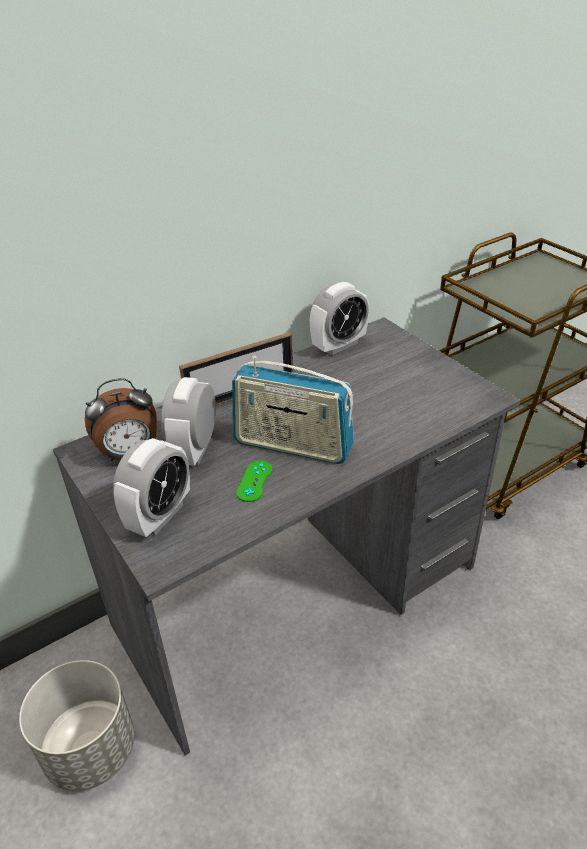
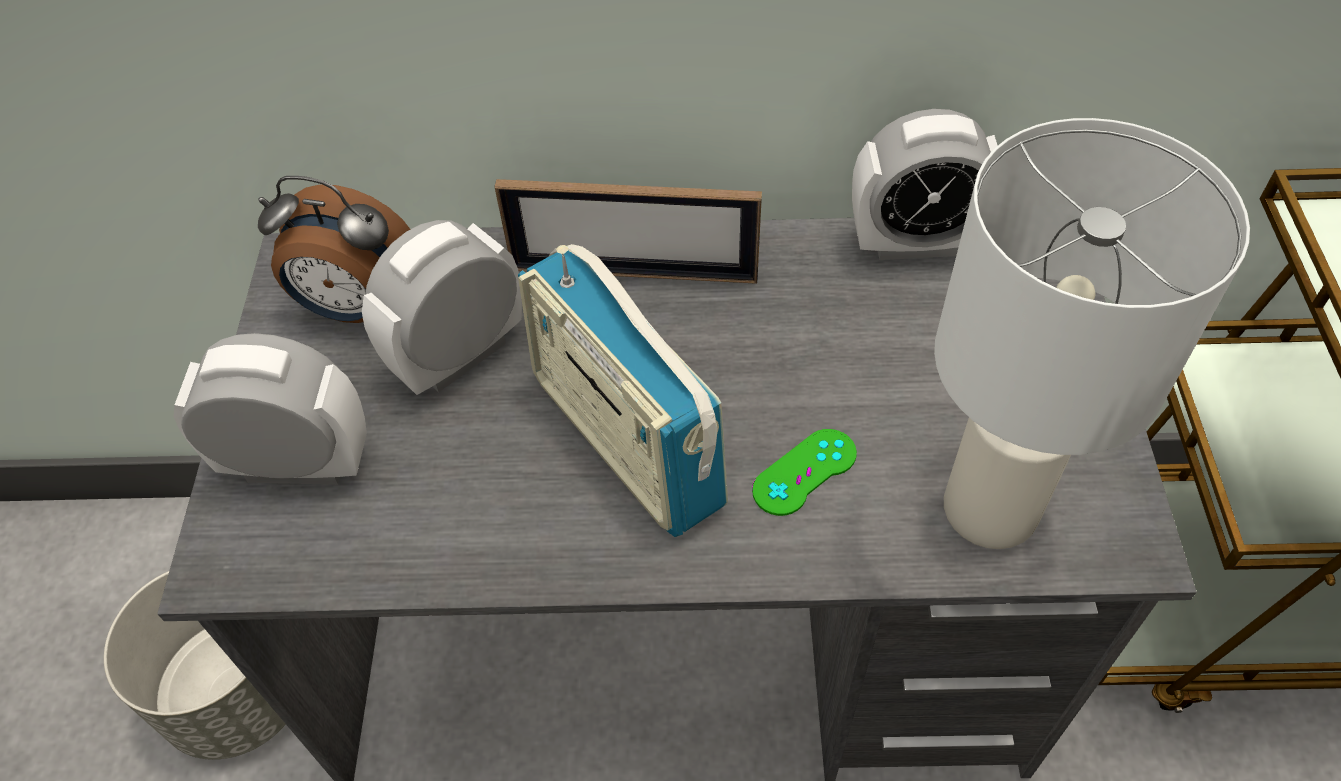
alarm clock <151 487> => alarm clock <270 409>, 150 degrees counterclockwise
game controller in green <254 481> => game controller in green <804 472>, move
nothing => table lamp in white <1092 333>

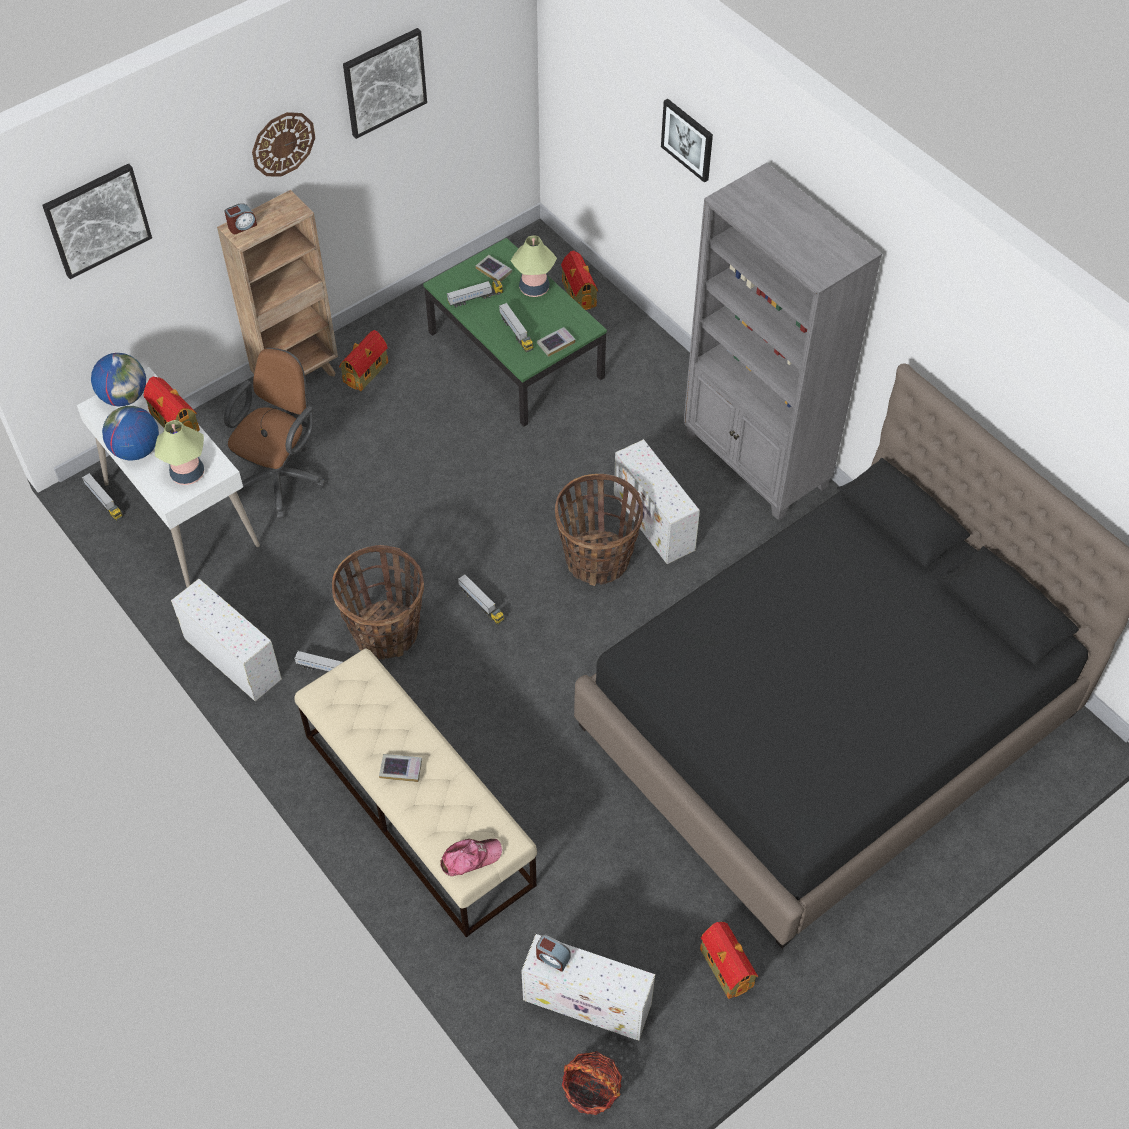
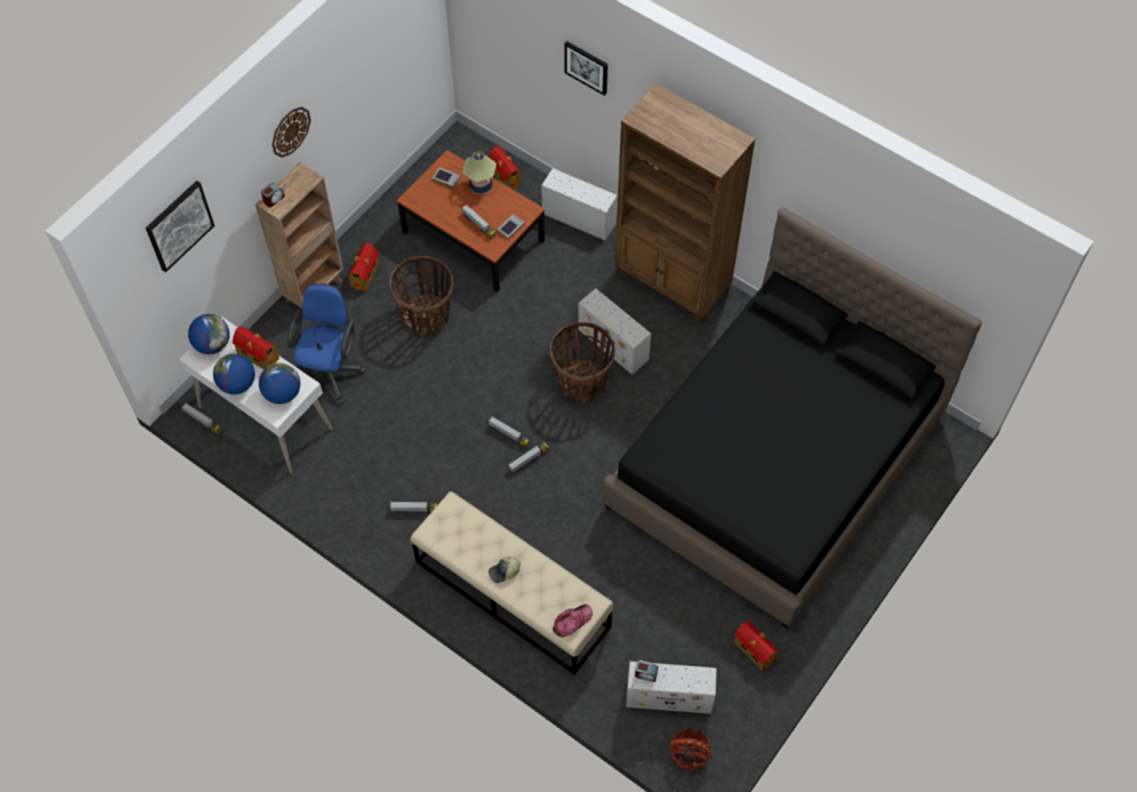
picture <385 83> => nothing
bookcase in grey <782 341> => bookcase in brown <685 203>
coffee table in green <515 332> => coffee table in brown <471 221>
toy truck <475 294> => toy truck <528 457>, move
office chair in brown <274 433> => office chair in blue <326 344>
table lamp <179 452> => globe <280 383>
basket <378 602> => basket <421 295>, move
storage box in white <226 640> => storage box in white <579 204>, move
book <400 768> => cap <504 569>

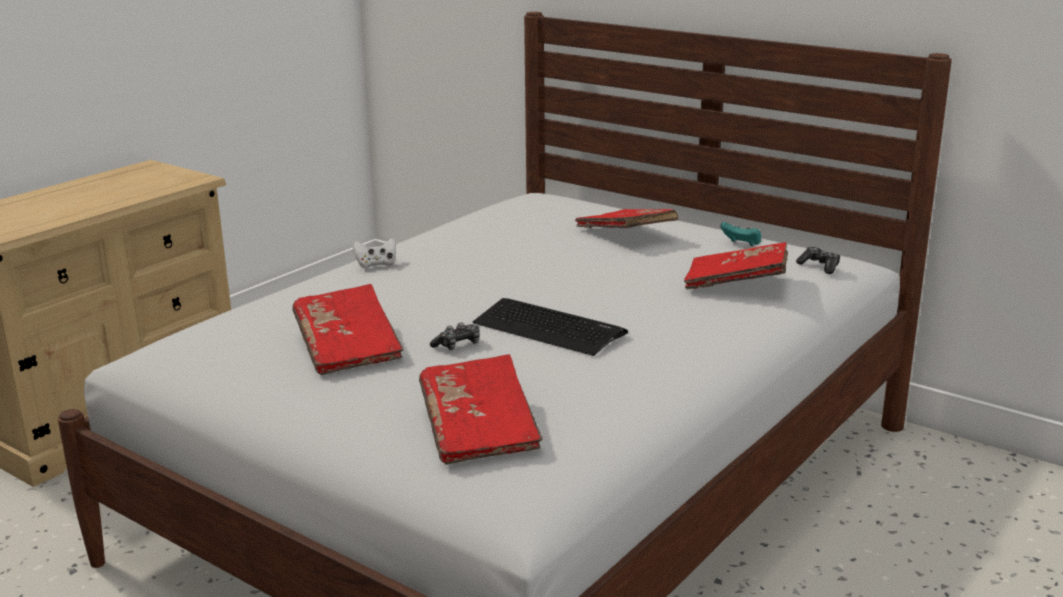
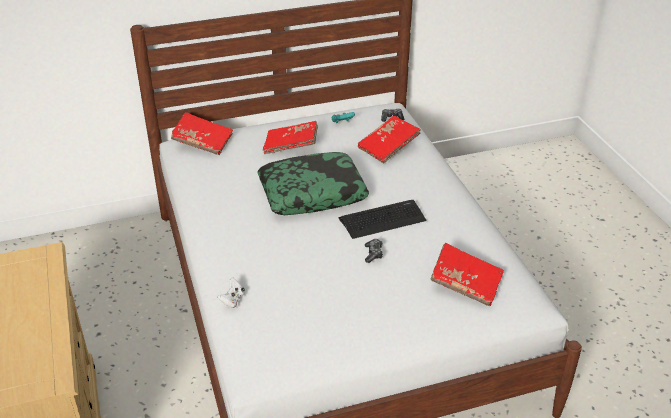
game controller in white <374 253> => game controller in white <231 292>, move
book in red <348 329> => book in red <202 133>, move
nothing => pillow <313 183>

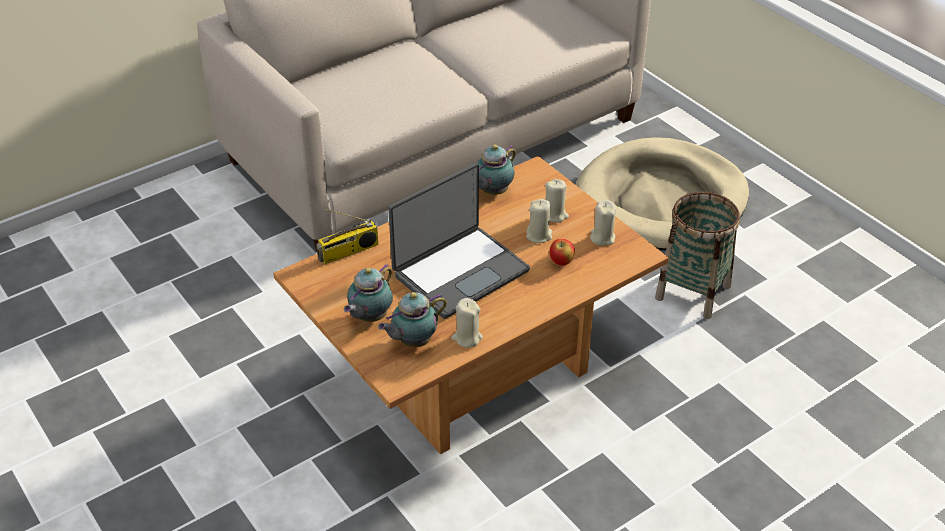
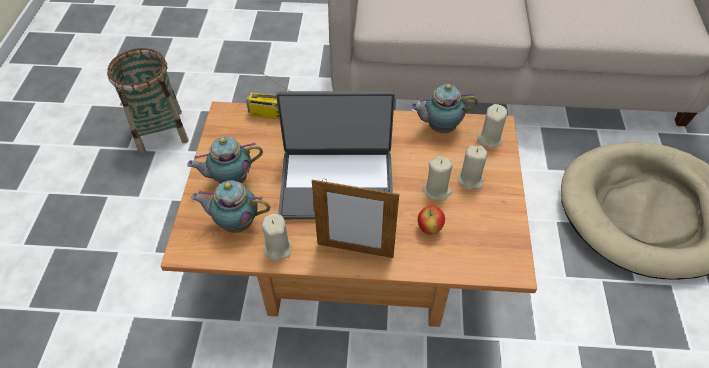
basket <697 255> => basket <148 101>, move
candle in beige <603 223> => candle in beige <492 126>, move
nothing => picture frame <355 218>

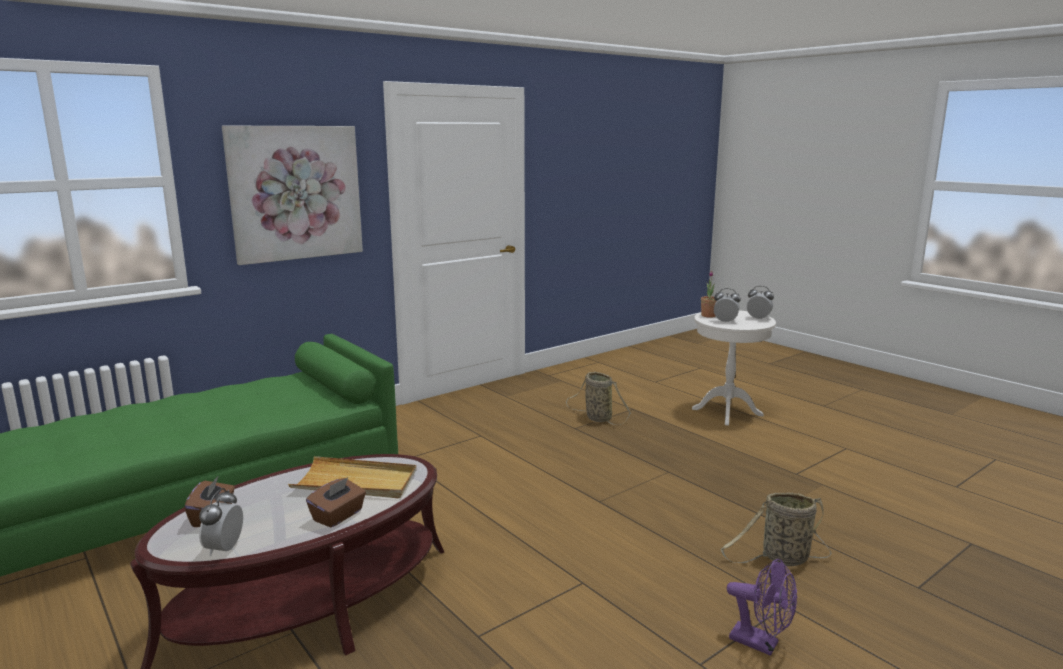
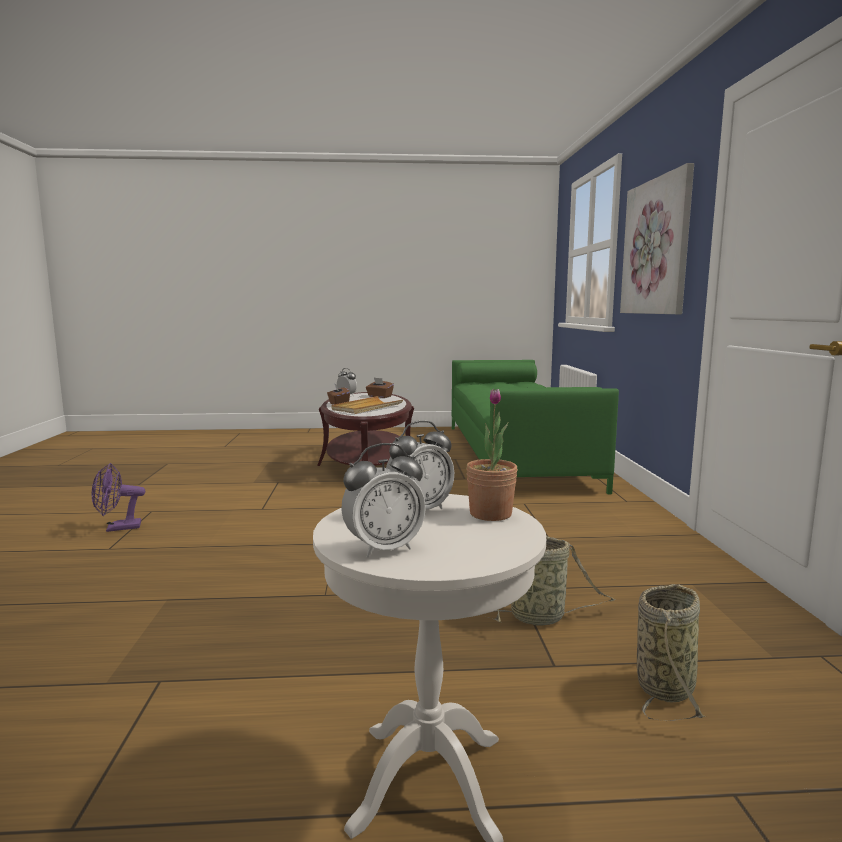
basket <776 529> => basket <671 652>, move

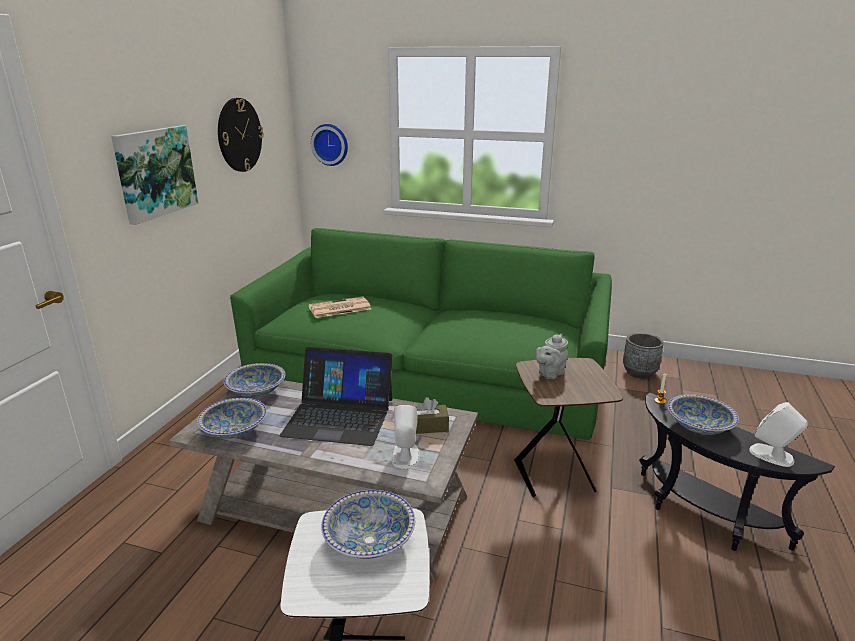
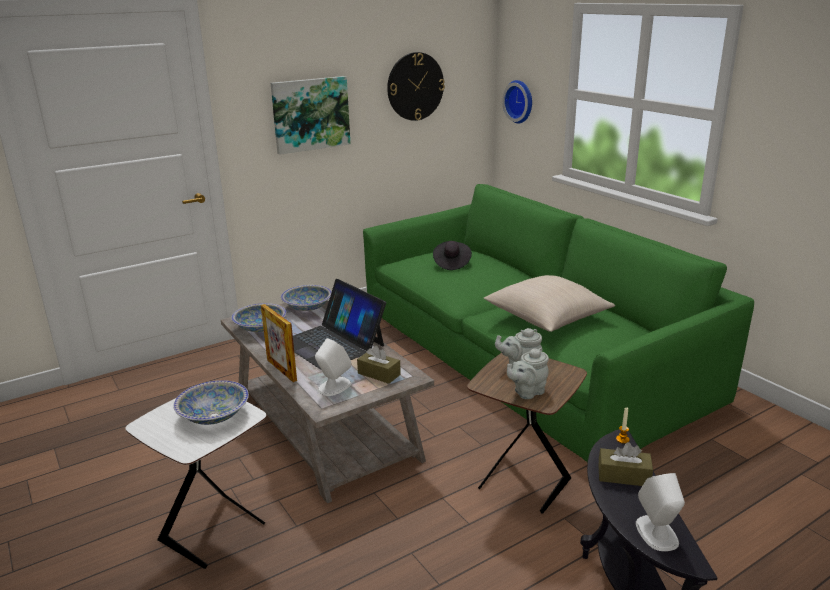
newspaper <339 307> => hat in black <452 255>
planter in grey <643 356> => nothing
bowl <703 414> => tissue box in brown <625 464>
nothing => pillow in beige <549 303>
nothing => picture frame <279 343>
nothing => teapot in grey <528 373>

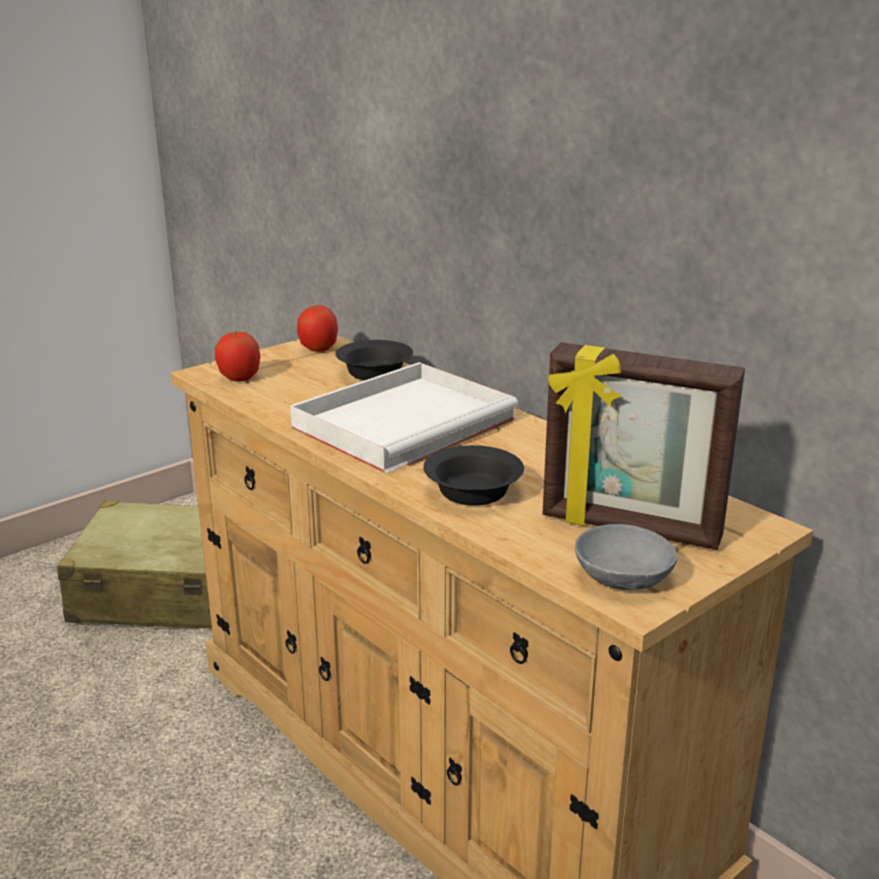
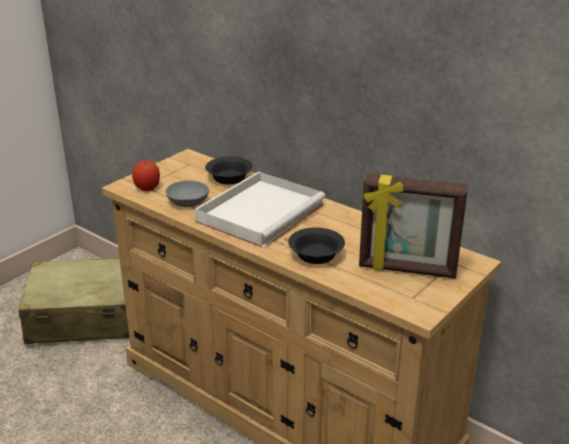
apple <317 328> => nothing
bowl in grey <626 557> => bowl in grey <187 193>, move

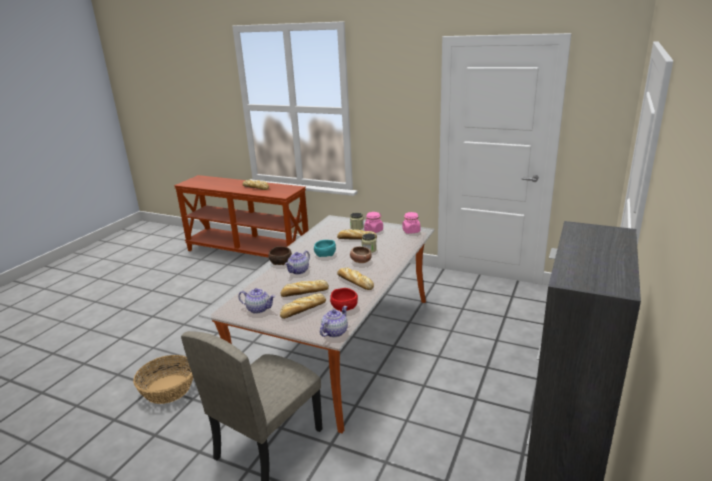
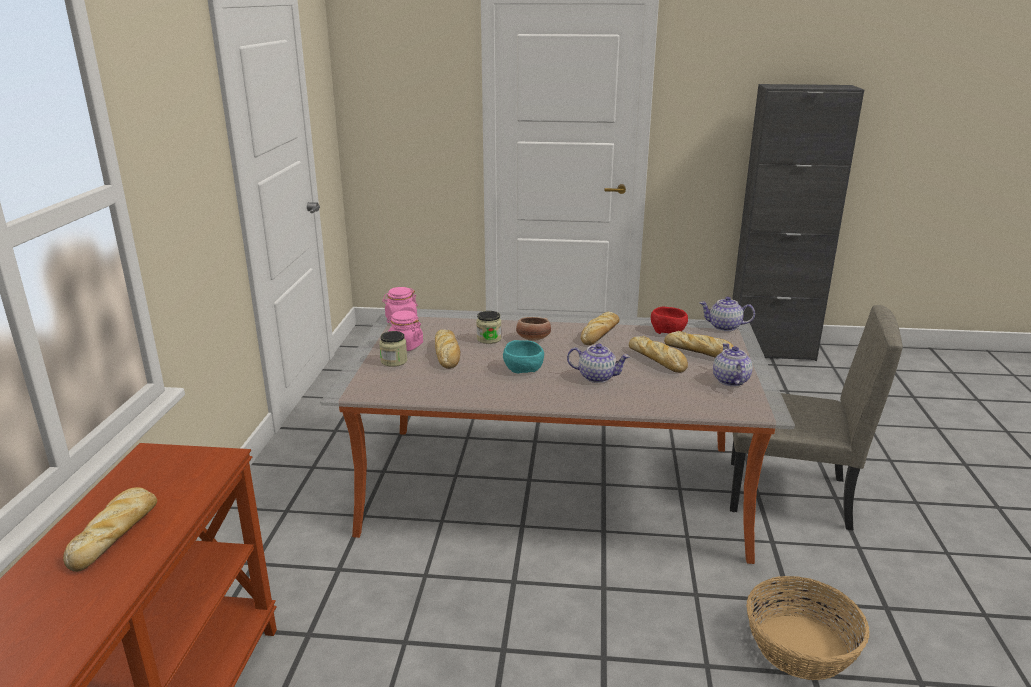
bowl in brown <280 255> => nothing

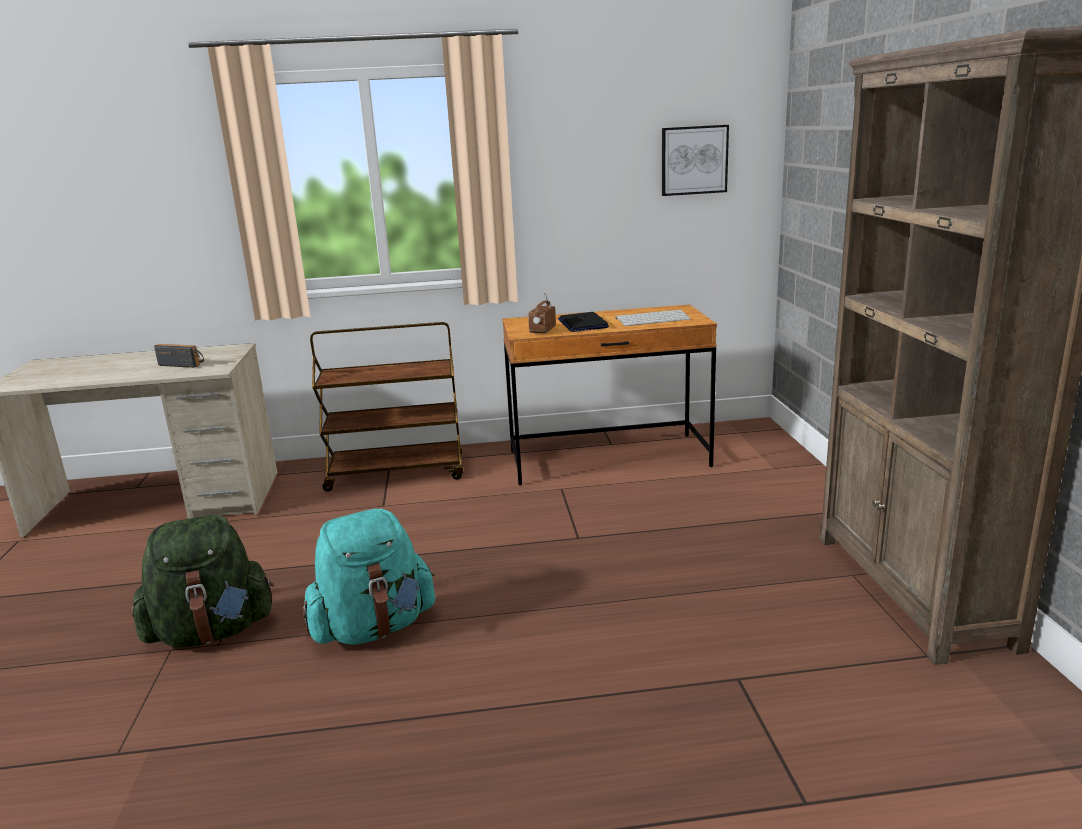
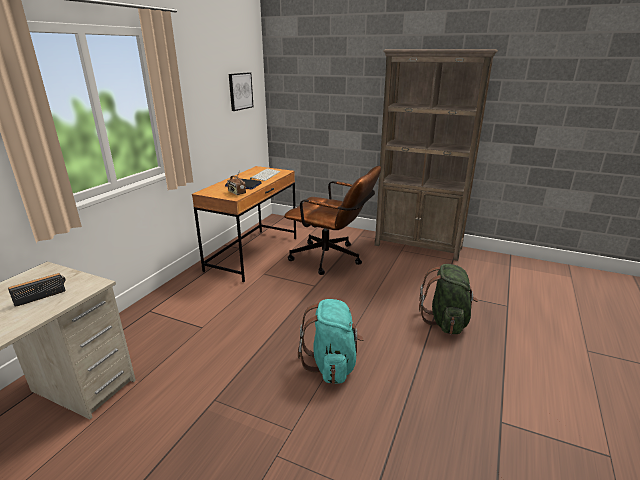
cart in brown <386 407> => nothing
backpack in green <203 581> => backpack in green <448 299>, move
nothing => office chair in brown <332 220>

